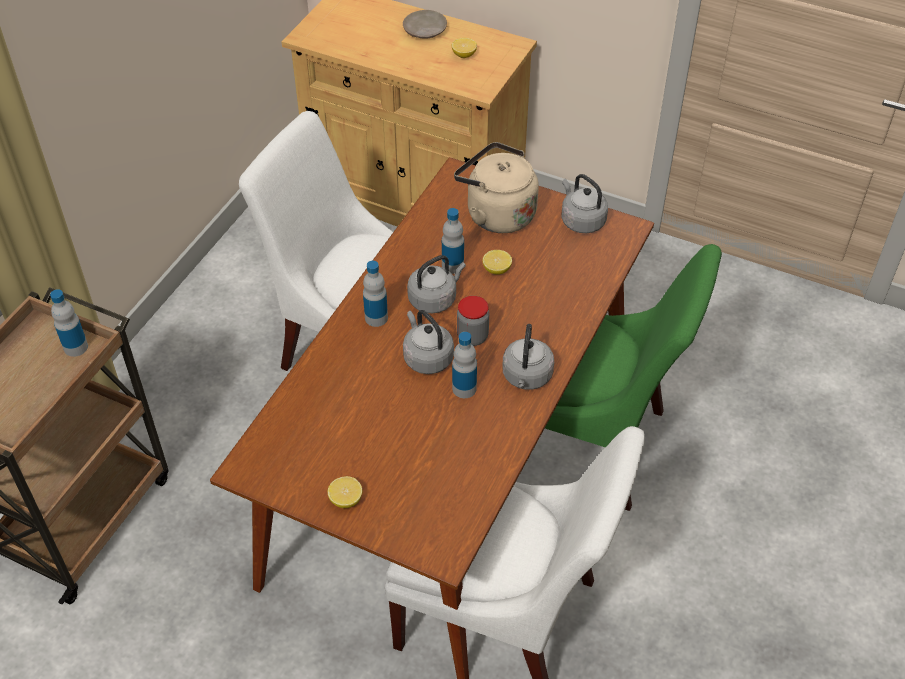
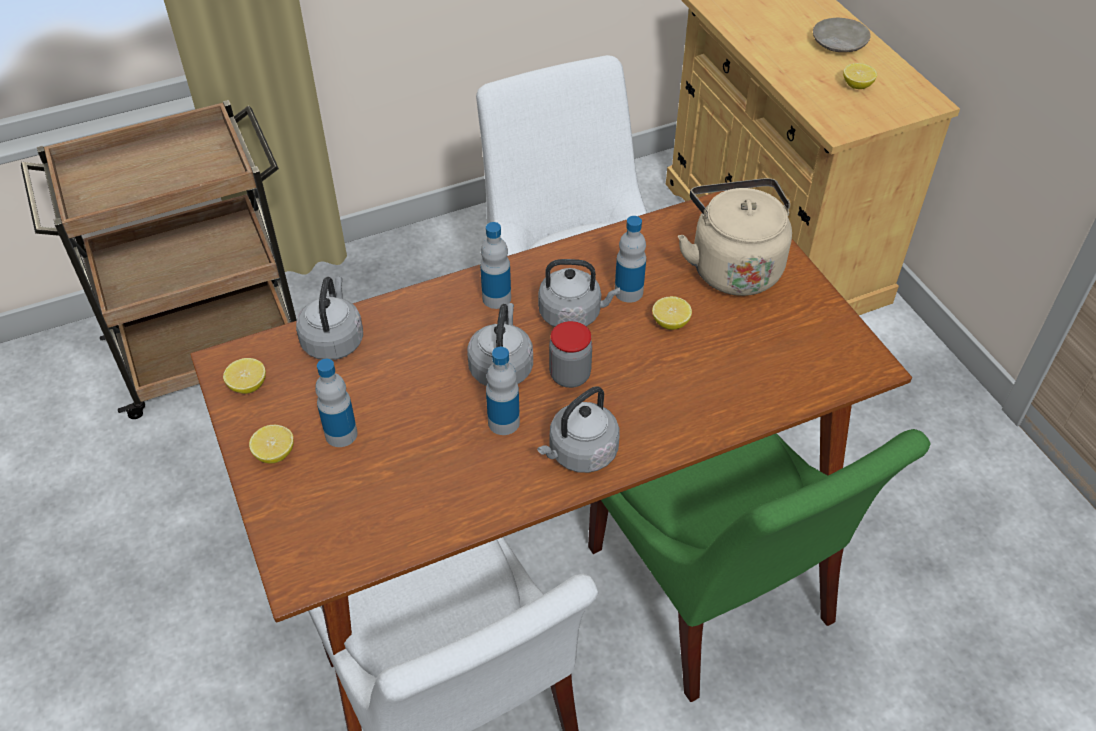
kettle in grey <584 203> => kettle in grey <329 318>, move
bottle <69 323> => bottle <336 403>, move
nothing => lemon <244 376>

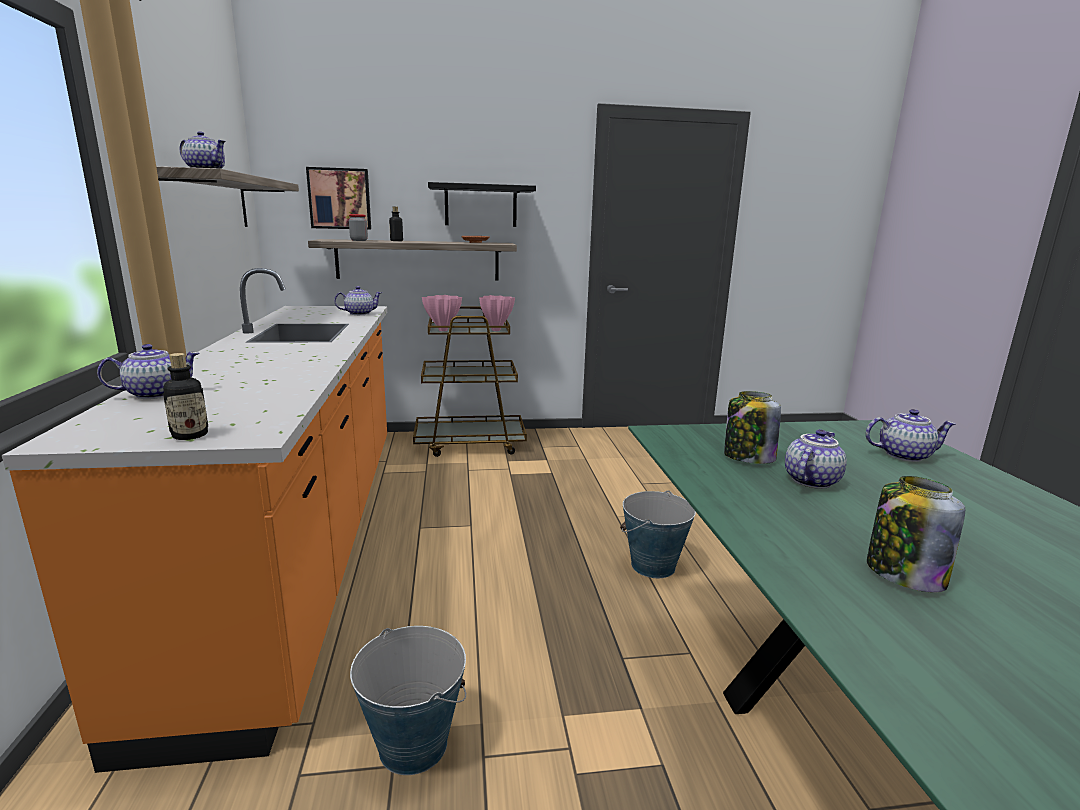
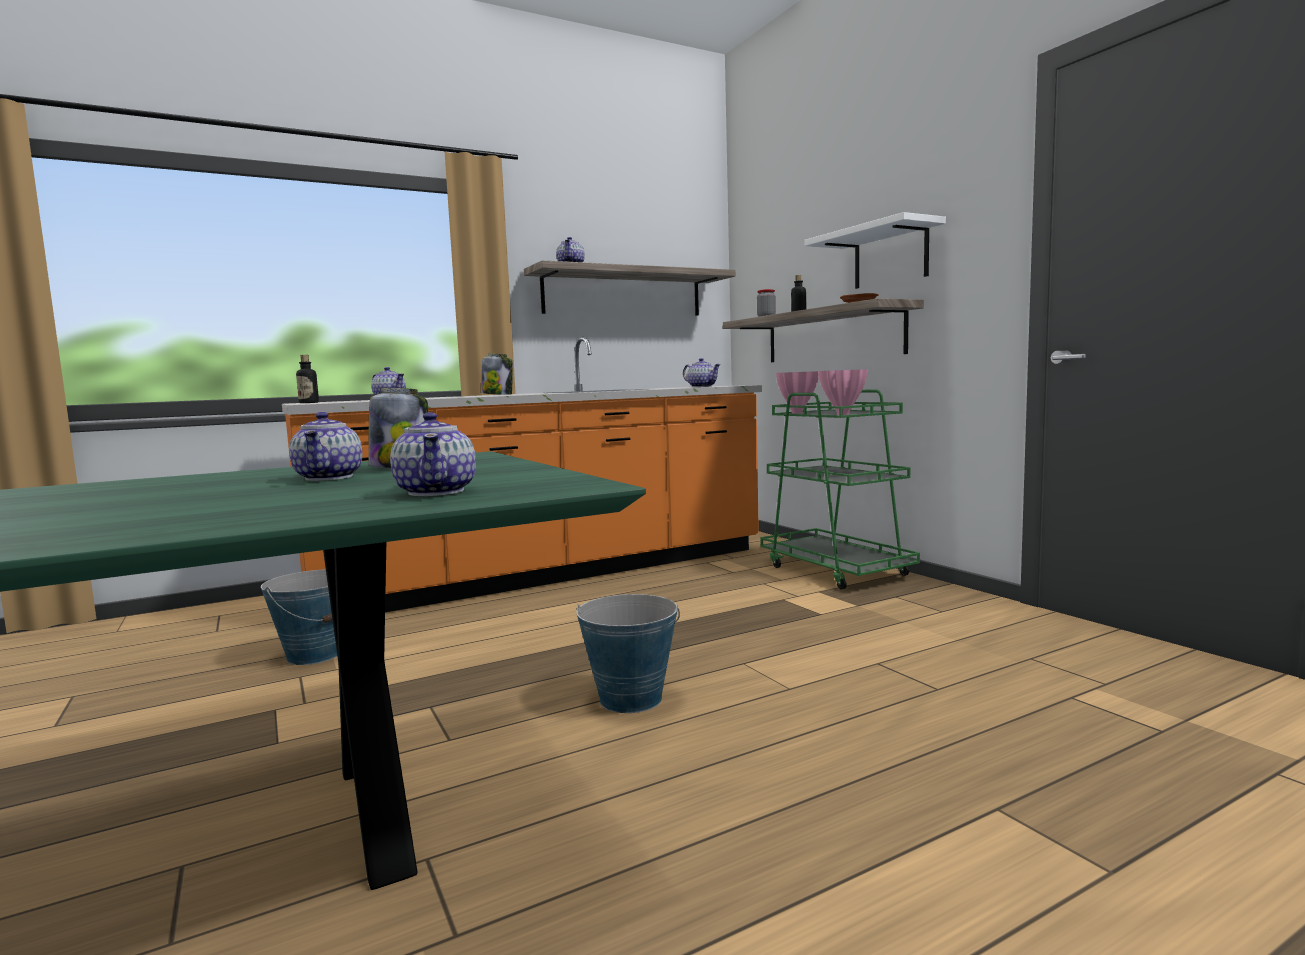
picture <338 198> => nothing
shelf in black <482 204> => shelf in white <875 250>
cart in brown <470 381> => cart in green <840 490>
teapot <816 459> => teapot <325 446>, 60 degrees clockwise
jar <916 534> => jar <497 374>, move

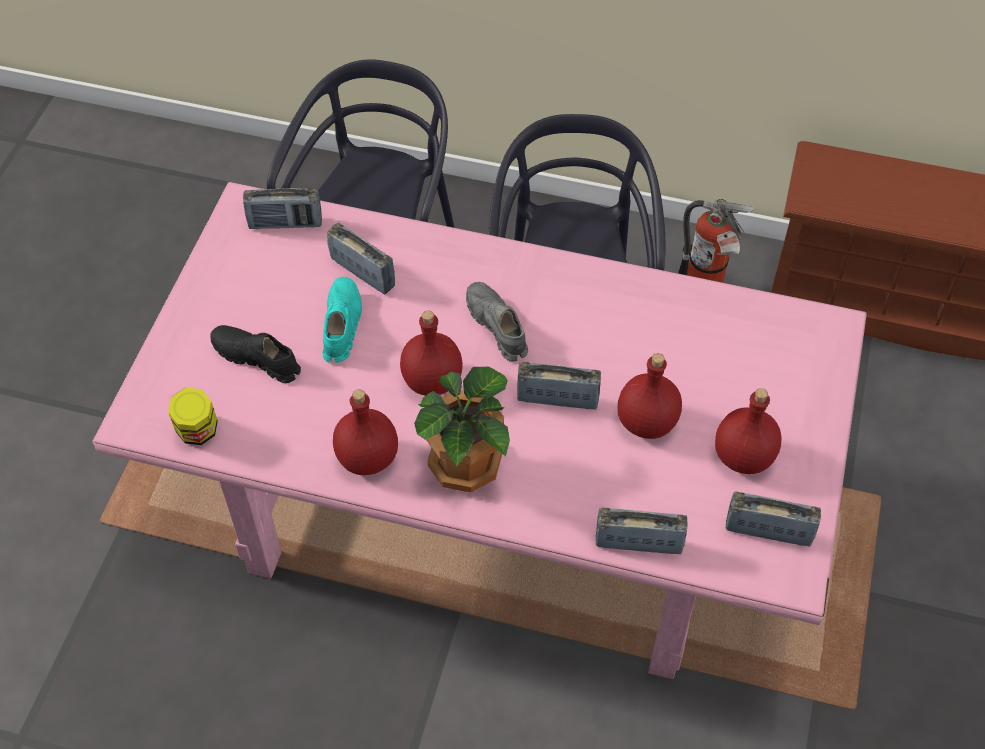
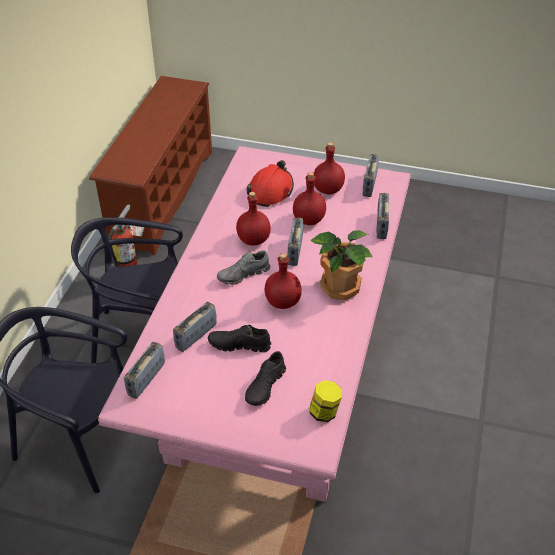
radio <282 208> => radio <144 370>, 150 degrees counterclockwise
shoe in turquoise <342 320> => shoe in black <239 338>
bottle in red <365 432> => bottle in red <253 219>, move
nothing => hard hat in red <270 183>

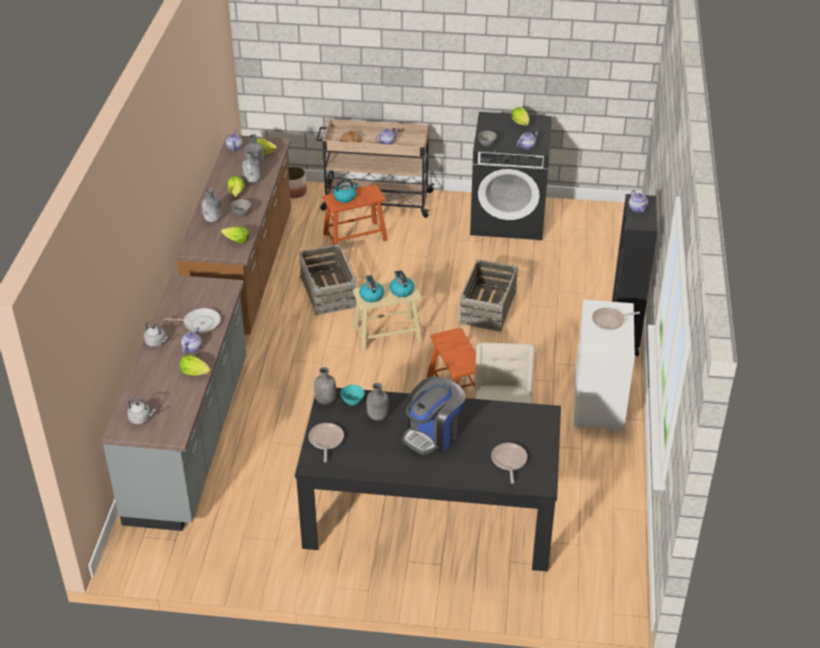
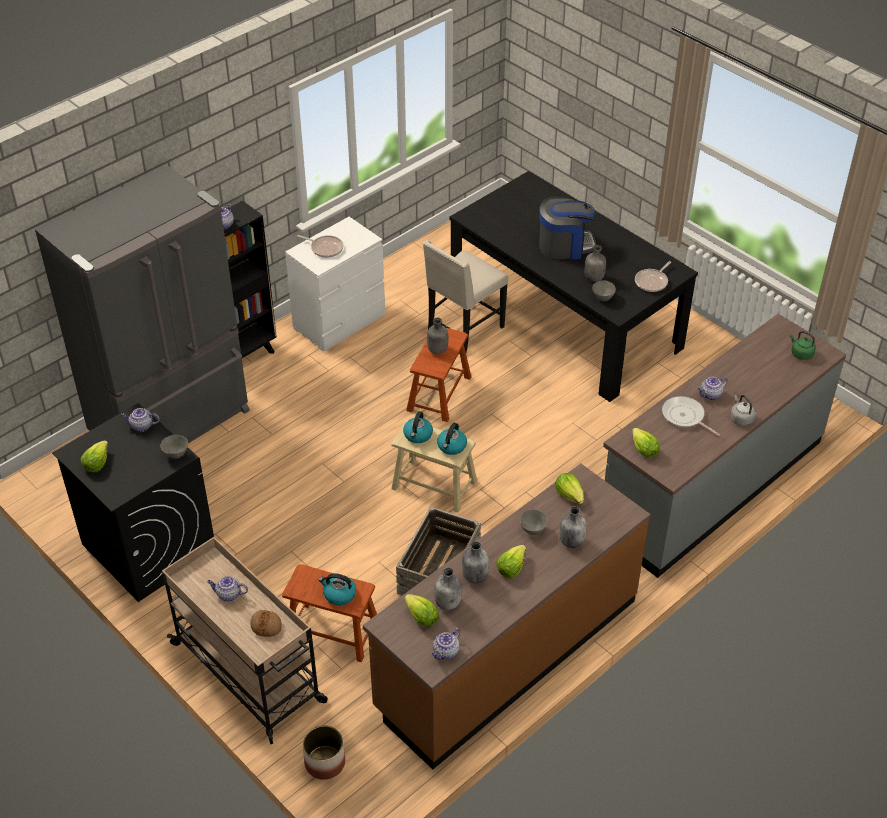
crate <488 295> => nothing
lettuce <195 365> => lettuce <646 443>, move
bottle in grey <325 386> => bottle in grey <437 336>, move
bowl in turquoise <353 395> => bowl in grey <604 290>
kettle in grey <141 411> => kettle in green <803 345>
frying pan <509 463> => nothing
nothing => fridge in grey <142 304>

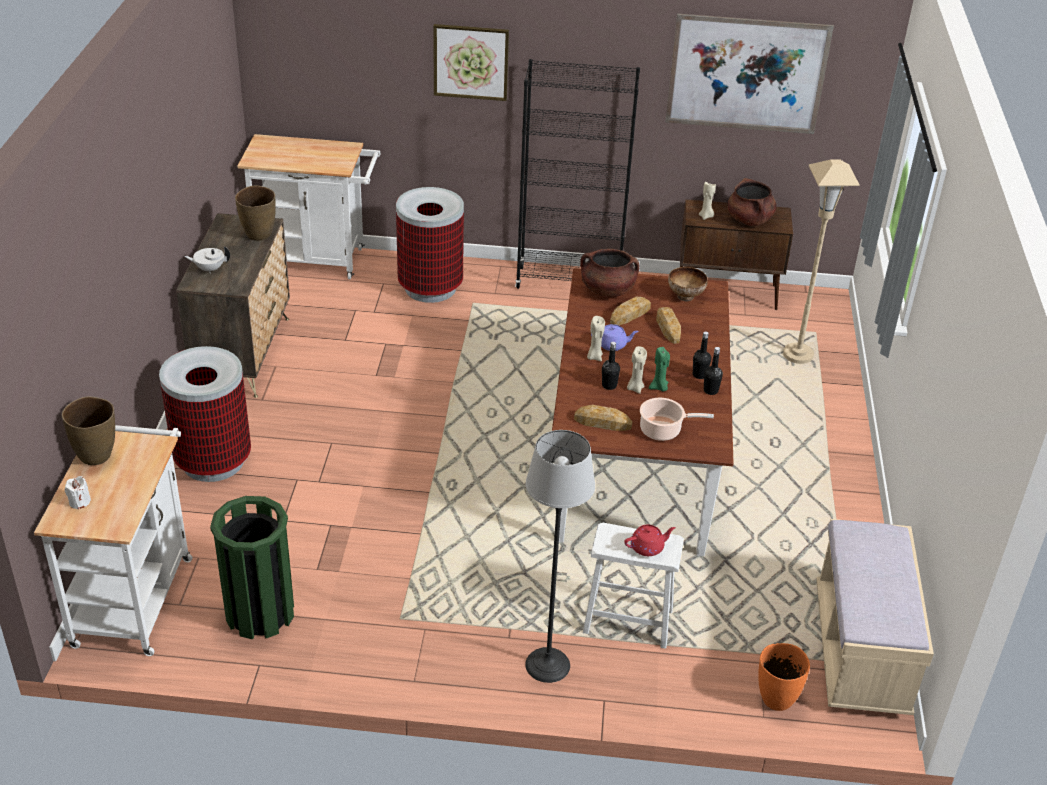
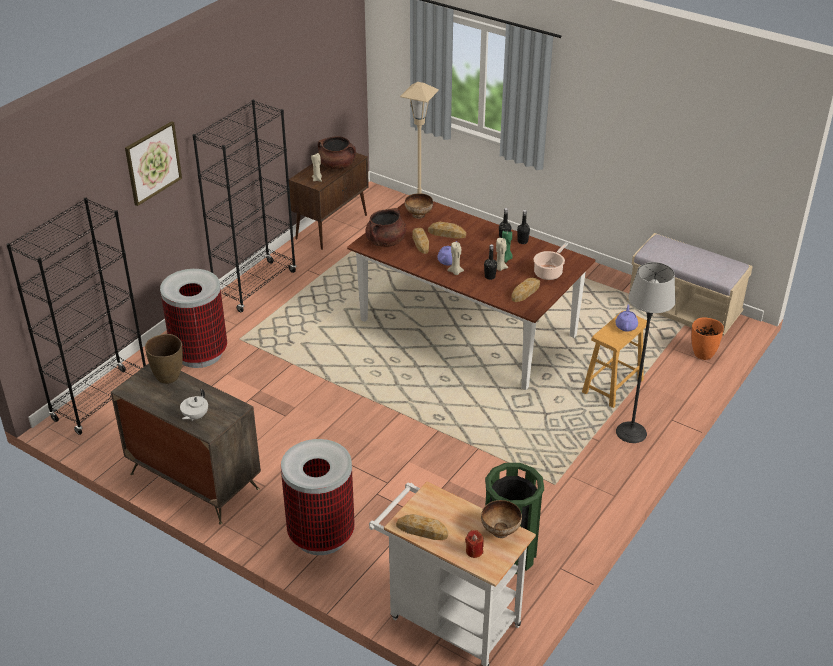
picture <749 74> => nothing
cart in white <308 206> => bookcase in black <76 316>
vase in brown <88 430> => bread <422 527>
candle in white <78 493> => candle in red <474 544>
stool in white <633 586> => stool in brown <614 359>
teapot in red <650 540> => teapot in purple <626 317>
nothing => bowl <501 519>

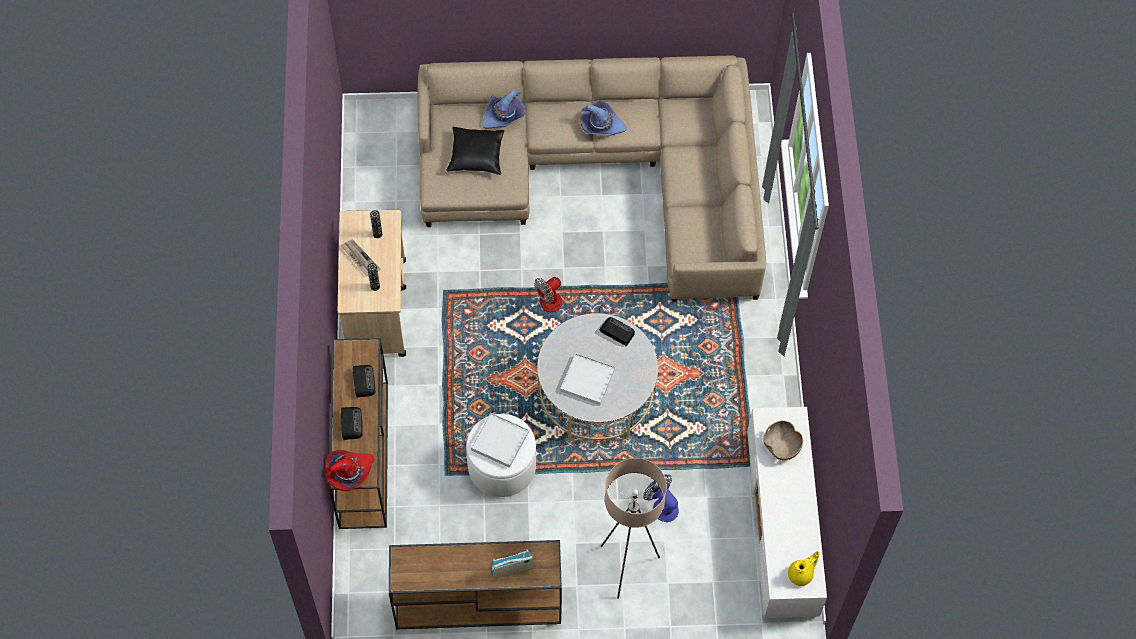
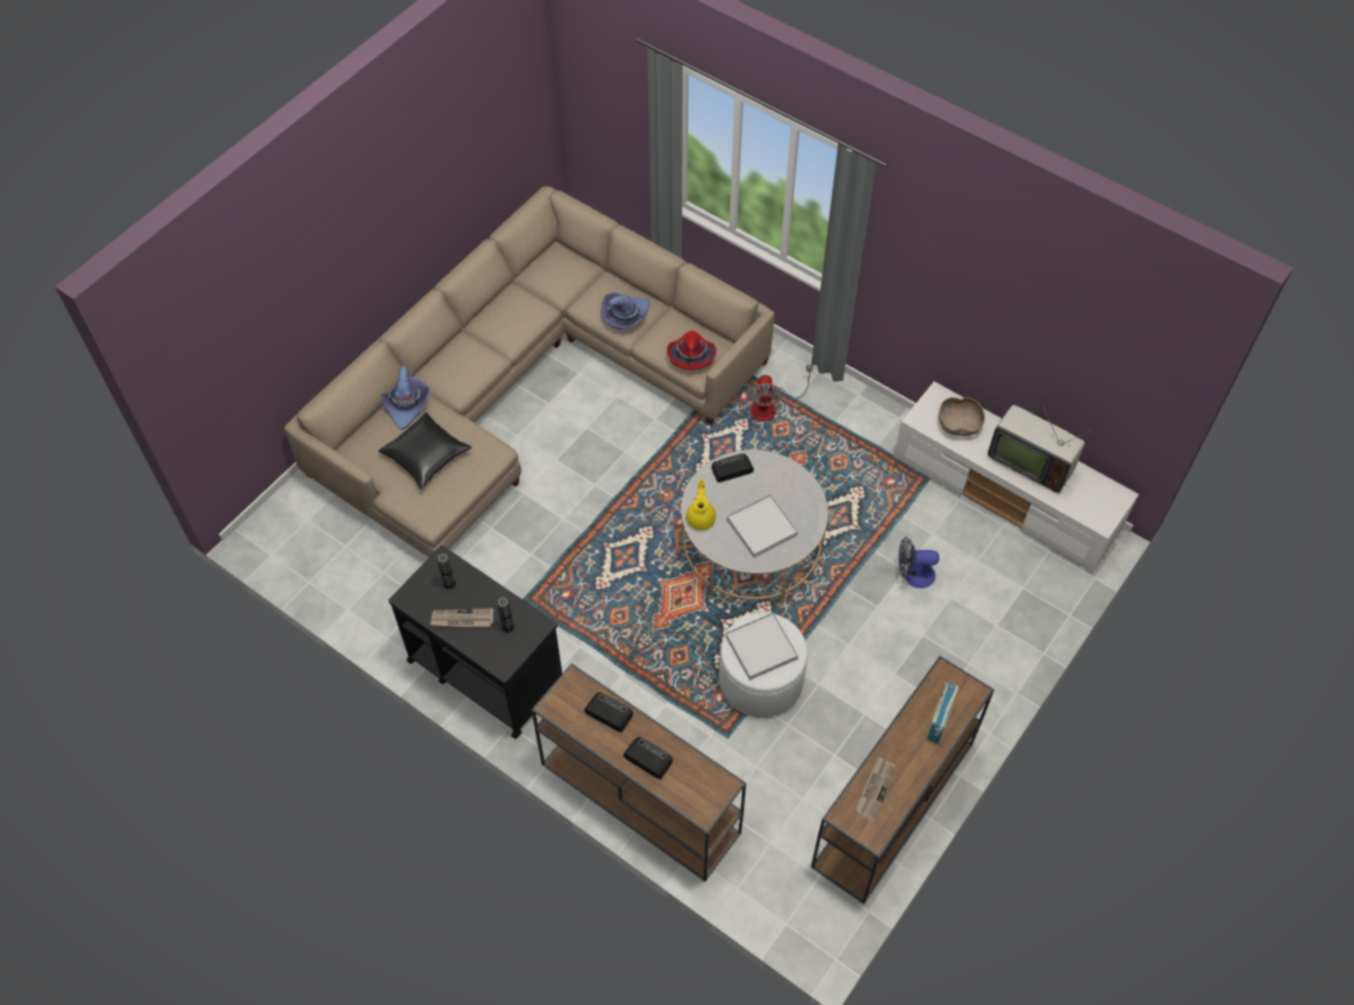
hat in purple <604 118> => hat in purple <625 311>, move
cart in beige <372 283> => cart in black <475 642>
fan <569 295> => fan <781 393>, move
hat in red <349 470> => hat in red <691 350>, move
floor lamp in beige <633 528> => nothing
teapot in yellow <804 568> => teapot in yellow <701 504>, move
nothing => television <1040 449>
nothing => newspaper <875 789>

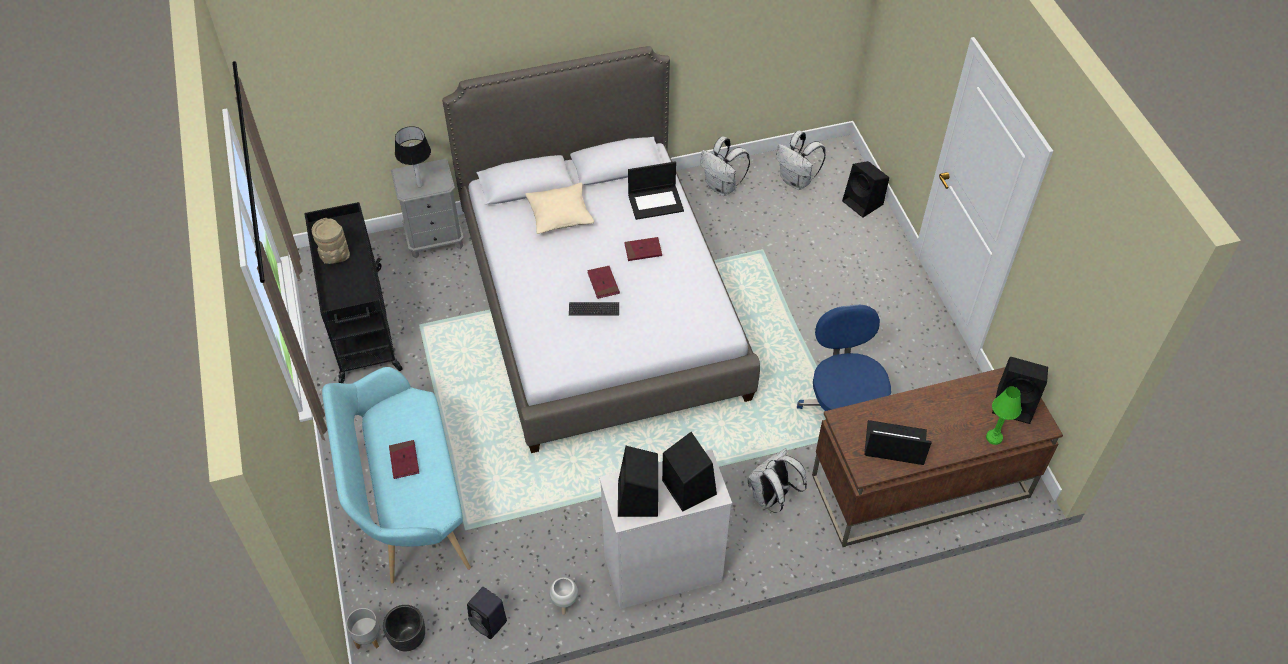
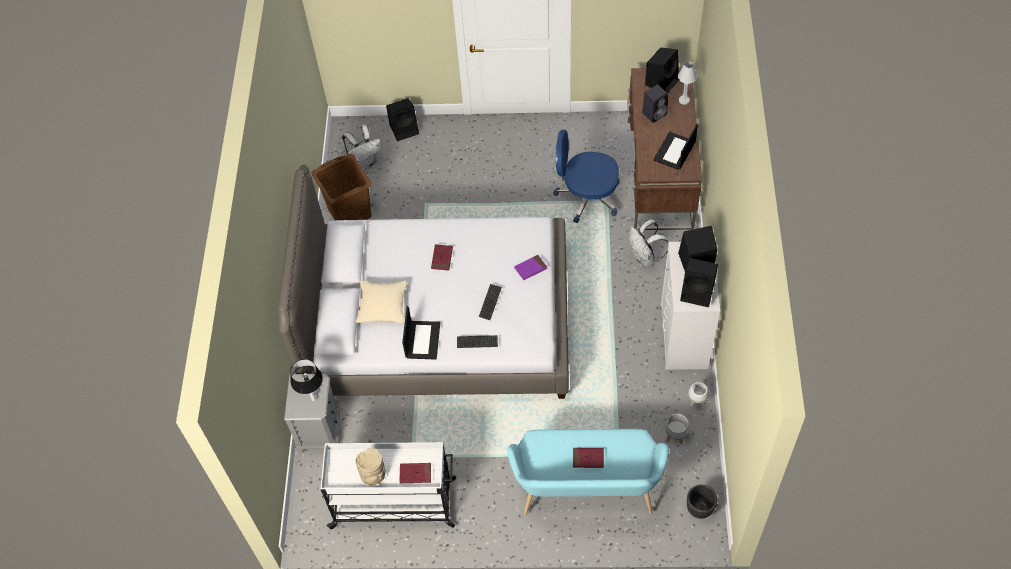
backpack in white <725 166> => laundry basket in brown <341 187>
laptop <656 190> => laptop <421 333>, move
cart in black <353 292> => cart in white <388 485>
book in red <603 282> => book in red <415 473>, move
table lamp in green <1003 415> => table lamp in white <687 83>
speaker in black <487 613> => speaker in black <655 104>, move
planter in grey <363 629> => planter in grey <677 429>, move
nothing => book in purple <530 267>
nothing => keyboard <477 341>

